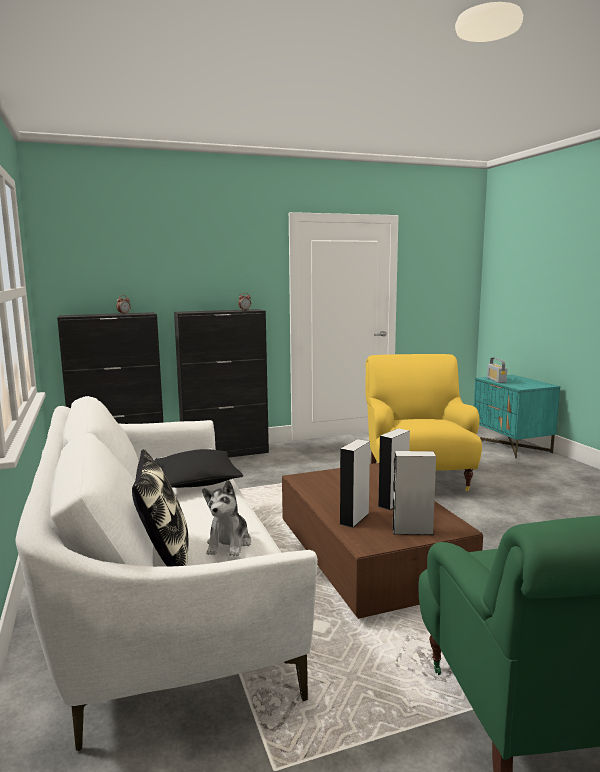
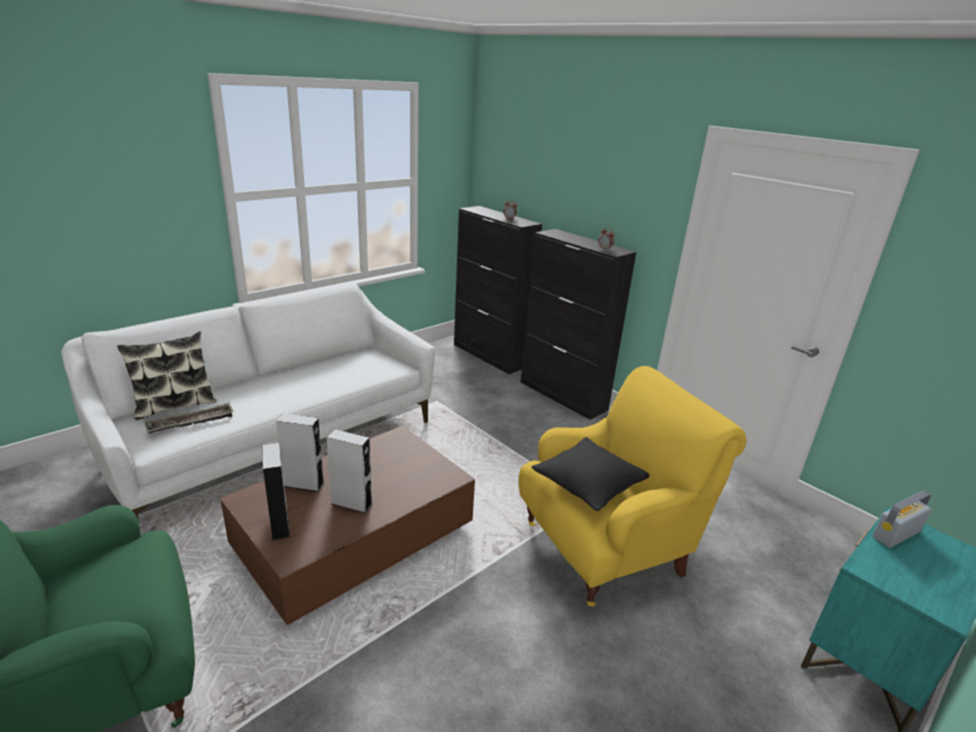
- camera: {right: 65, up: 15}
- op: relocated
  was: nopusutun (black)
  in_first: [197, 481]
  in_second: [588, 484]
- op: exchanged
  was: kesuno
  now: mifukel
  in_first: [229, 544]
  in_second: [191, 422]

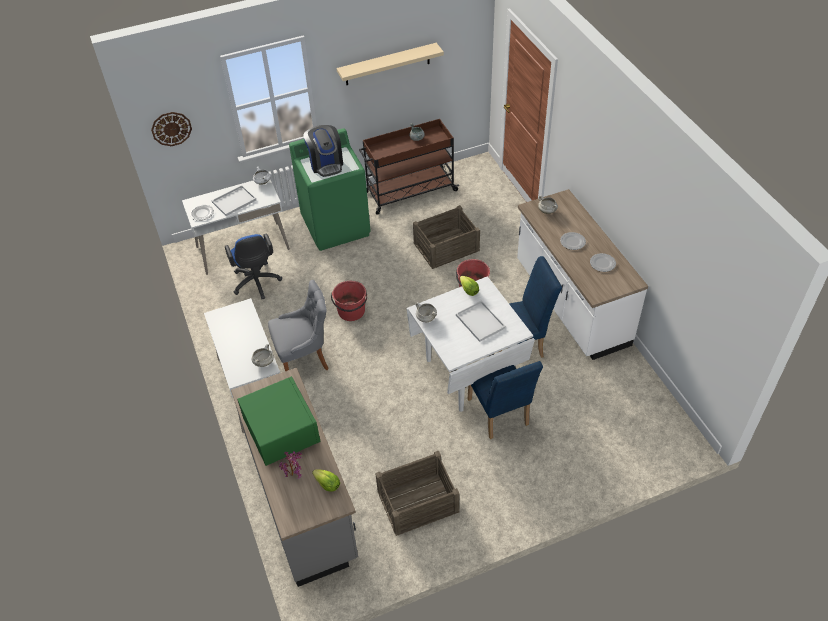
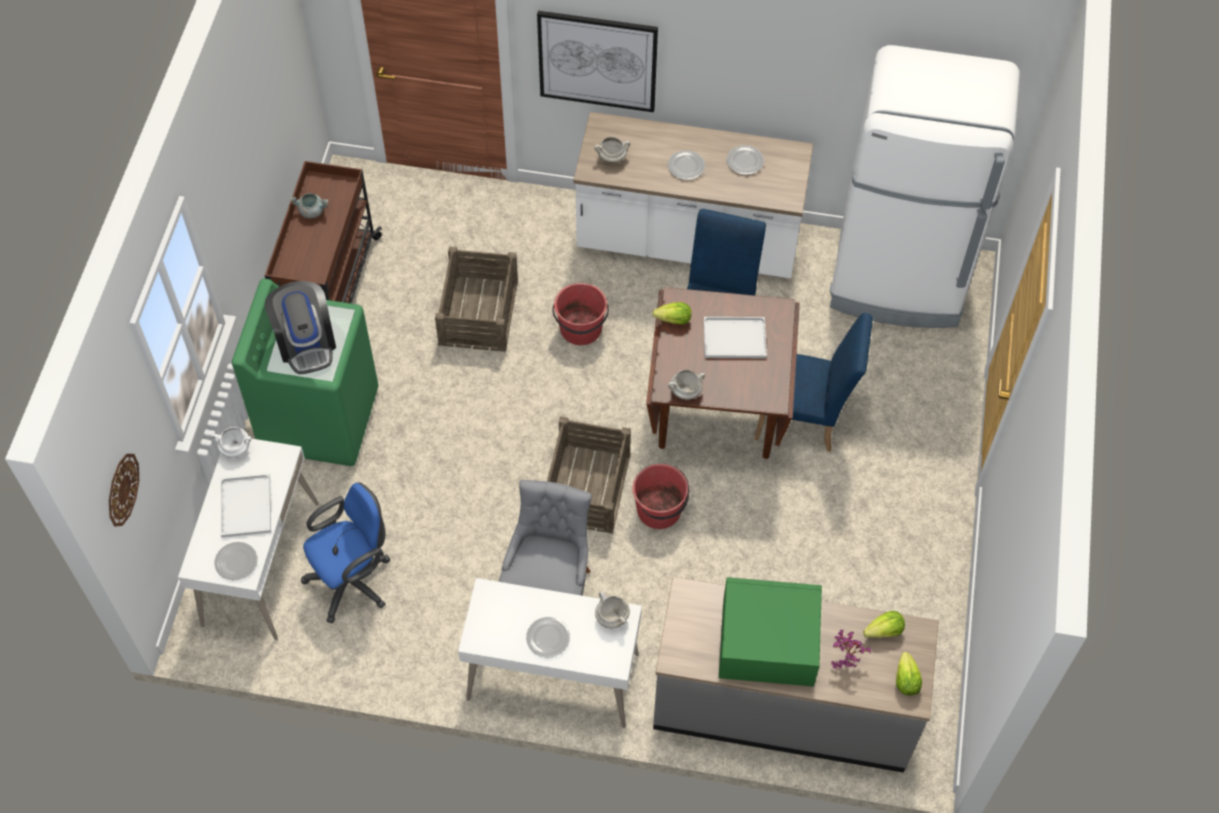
- camera: {right: -60, up: 10}
- op: missing
  was: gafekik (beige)
  in_first: [387, 64]
- op: spun
  was: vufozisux
  in_first: [326, 163]
  in_second: [306, 343]
  clockwise: 60
- op: spun
  was: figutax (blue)
  in_first: [257, 284]
  in_second: [354, 580]
  clockwise: -45
- op: colour
  was: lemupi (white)
  now: lemupi (brown)
  in_first: [467, 374]
  in_second: [716, 417]
- op: relocated
  was: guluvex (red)
  in_first: [351, 311]
  in_second: [659, 510]
- op: relocated
  was: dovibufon
  in_first: [417, 501]
  in_second: [585, 487]
- op: appeared
  now: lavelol
  in_second: [597, 61]
- op: appeared
  now: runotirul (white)
  in_second: [898, 282]
- op: appeared
  now: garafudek
  in_second: [548, 638]
- op: appeared
  now: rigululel
  in_second: [906, 681]

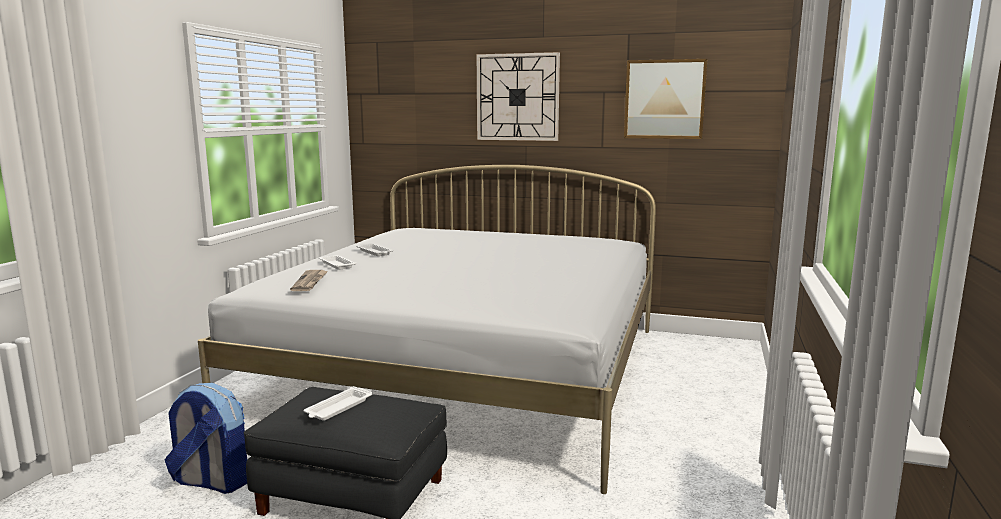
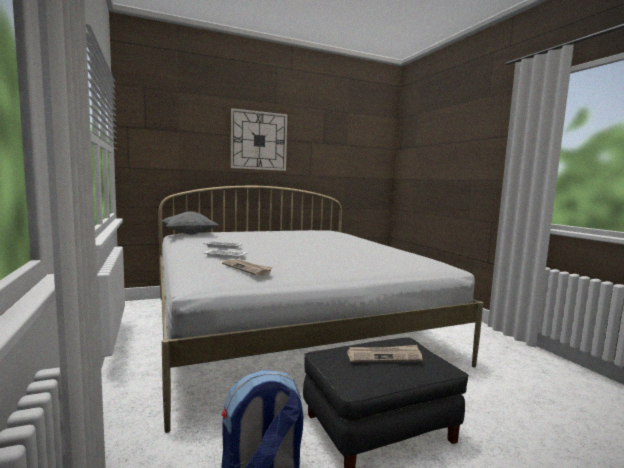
- camera: {right: -40, up: -5}
- op: missing
  was: lavelol
  in_first: [664, 99]
- op: exchanged
  was: mifukel (white)
  now: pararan
  in_first: [338, 408]
  in_second: [384, 356]
- op: appeared
  now: nopusutun (grey)
  in_second: [189, 234]

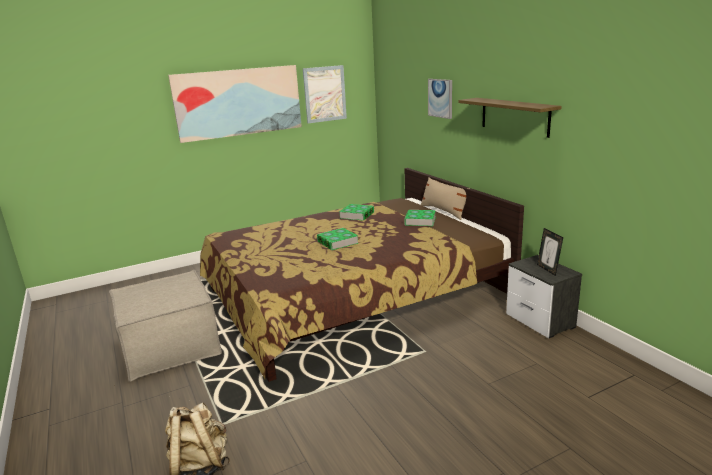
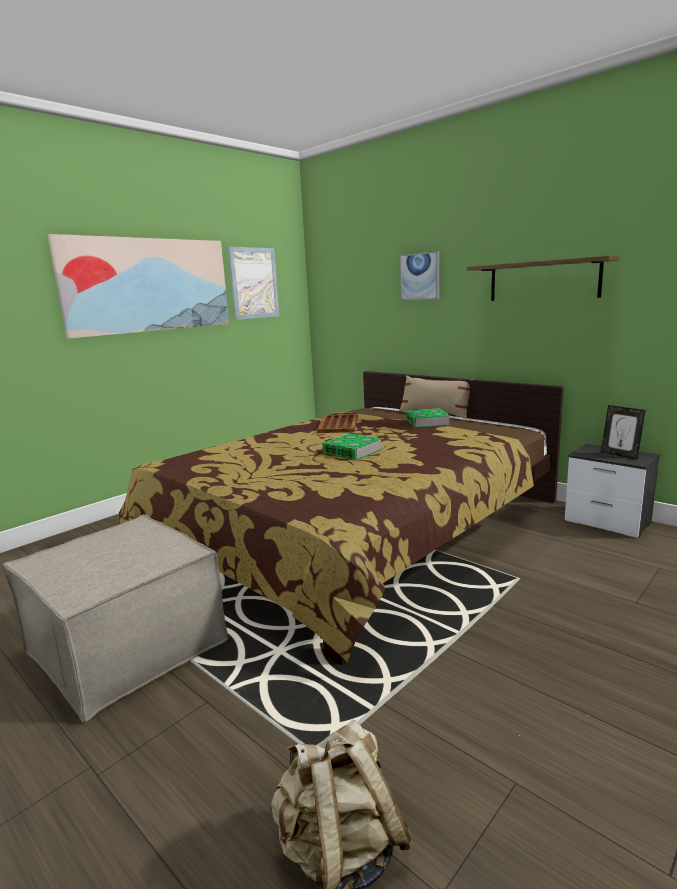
- camera: {right: -20, up: -5}
- op: exchanged
  was: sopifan
  now: mifukel (brown)
  in_first: [357, 215]
  in_second: [338, 424]

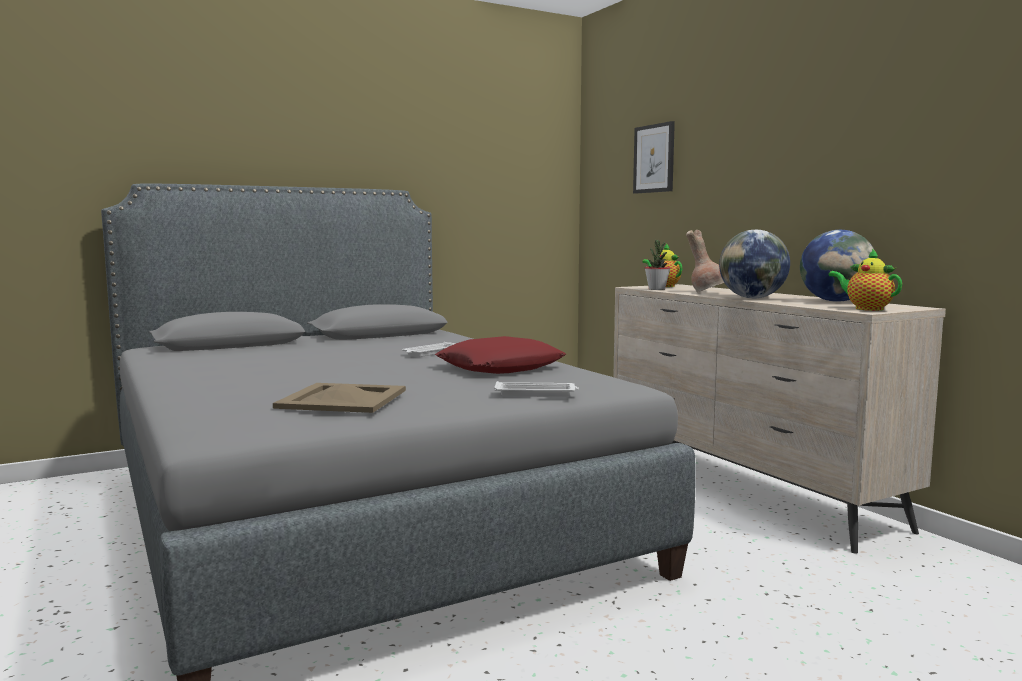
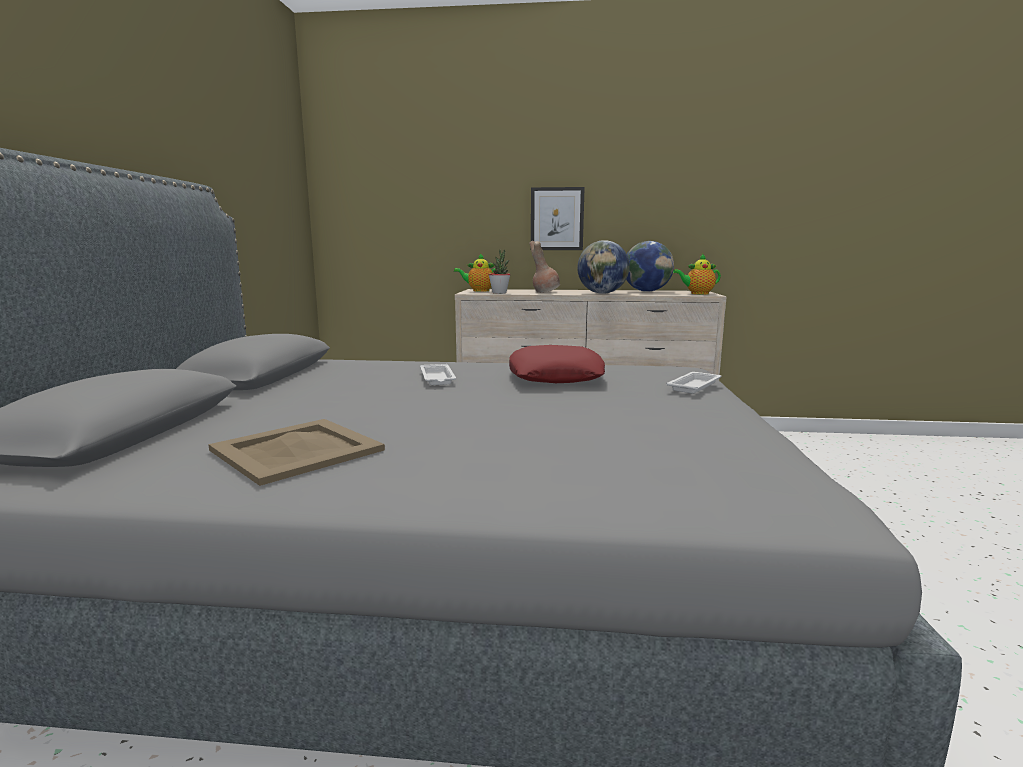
- camera: {right: -55, up: 5}
- op: relocated
  was: lavelol
  in_first: [654, 158]
  in_second: [557, 219]
- op: relocated
  was: mifukel (beige)
  in_first: [343, 399]
  in_second: [298, 450]

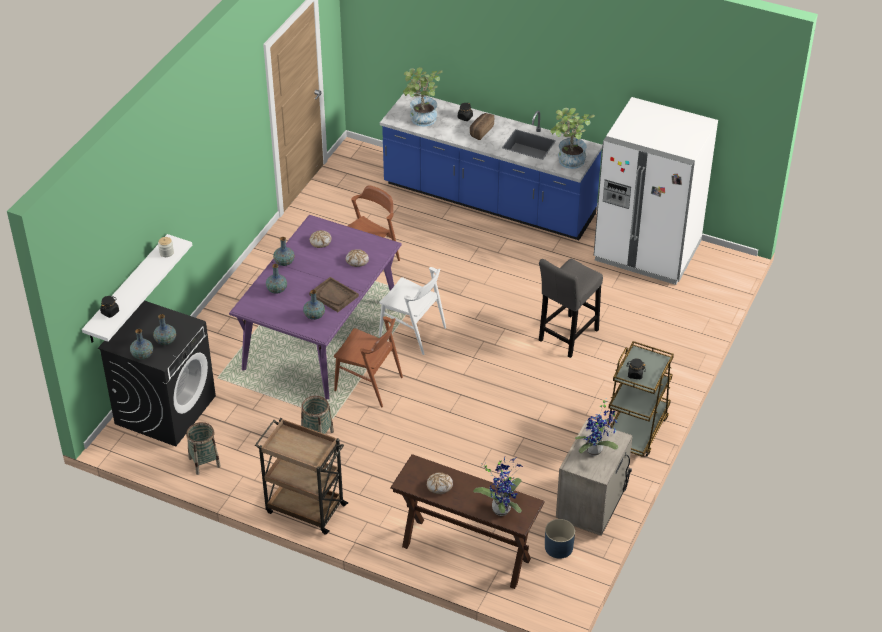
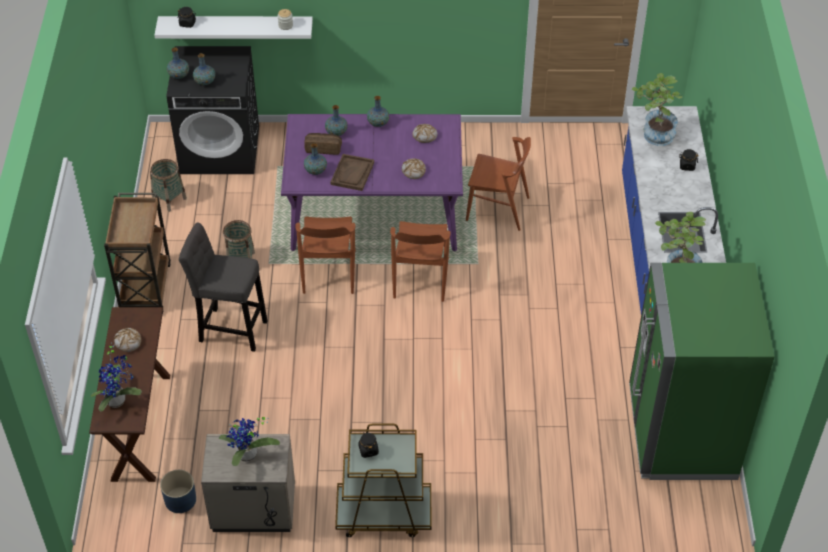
- camera: {right: 65, up: 5}
- op: colour
  was: runotirul (white)
  now: runotirul (green)
  in_first: [647, 252]
  in_second: [681, 433]
- op: relocated
  was: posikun
  in_first: [480, 131]
  in_second: [323, 148]
- op: relocated
  was: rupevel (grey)
  in_first: [567, 337]
  in_second: [229, 329]
- op: colour
  was: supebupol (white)
  now: supebupol (brown)
  in_first: [413, 332]
  in_second: [420, 278]

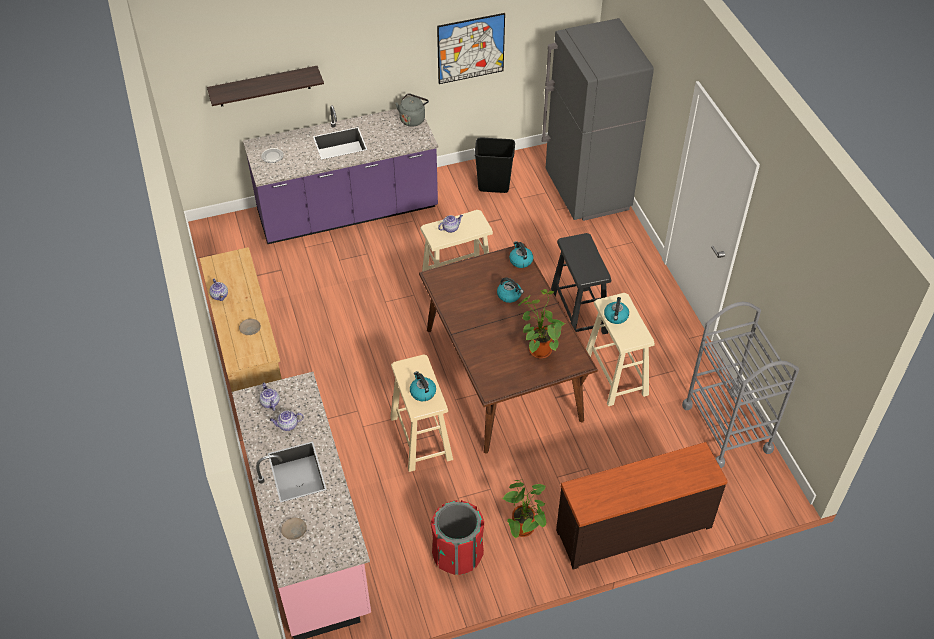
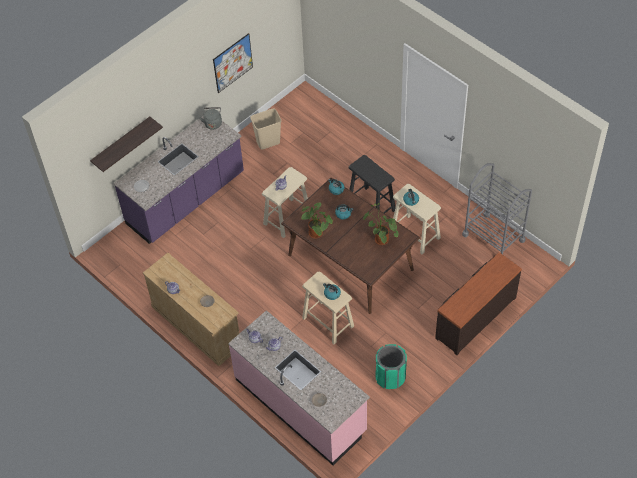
- camera: {right: -25, up: 5}
- op: missing
  was: runotirul (grey)
  in_first: [587, 192]
- op: colour
  was: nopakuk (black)
  now: nopakuk (beige)
  in_first: [494, 186]
  in_second: [268, 142]
- op: relocated
  was: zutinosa
  in_first: [524, 530]
  in_second: [317, 234]
- op: colour
  was: nopakuk (red)
  now: nopakuk (green)
  in_first: [458, 554]
  in_second: [390, 376]

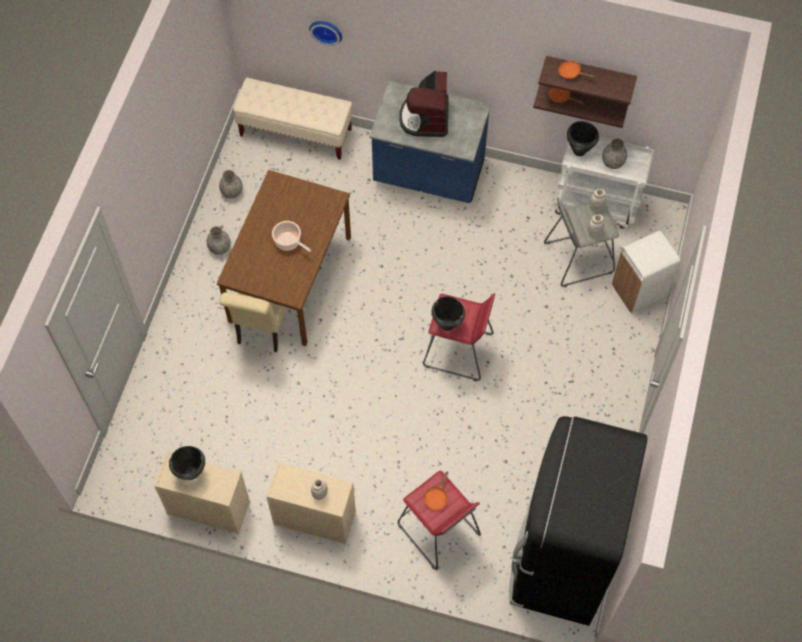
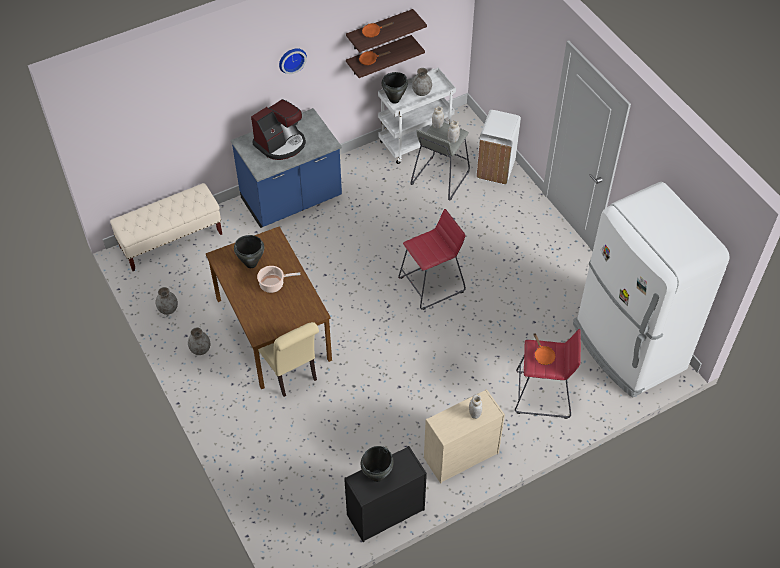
- camera: {right: -45, up: -10}
- op: relocated
  was: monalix
  in_first: [326, 30]
  in_second: [291, 59]
- op: spun
  was: vufozisux
  in_first: [425, 117]
  in_second: [281, 144]
  clockwise: -90
- op: relocated
  was: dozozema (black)
  in_first: [447, 324]
  in_second: [251, 263]
- op: colour
  was: runotirul (black)
  now: runotirul (white)
  in_first: [559, 558]
  in_second: [627, 347]
- op: colour
  was: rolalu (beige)
  now: rolalu (black)
  in_first: [207, 508]
  in_second: [384, 513]

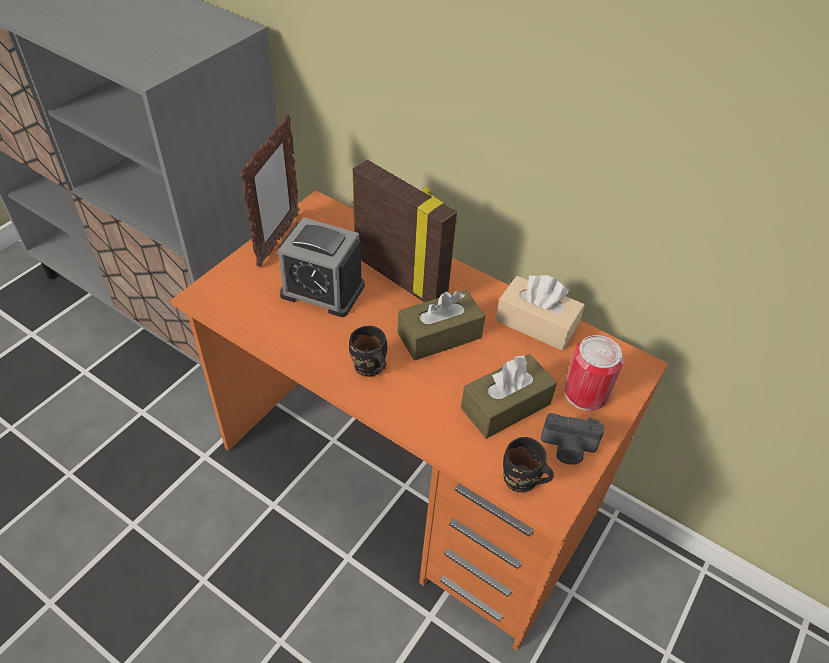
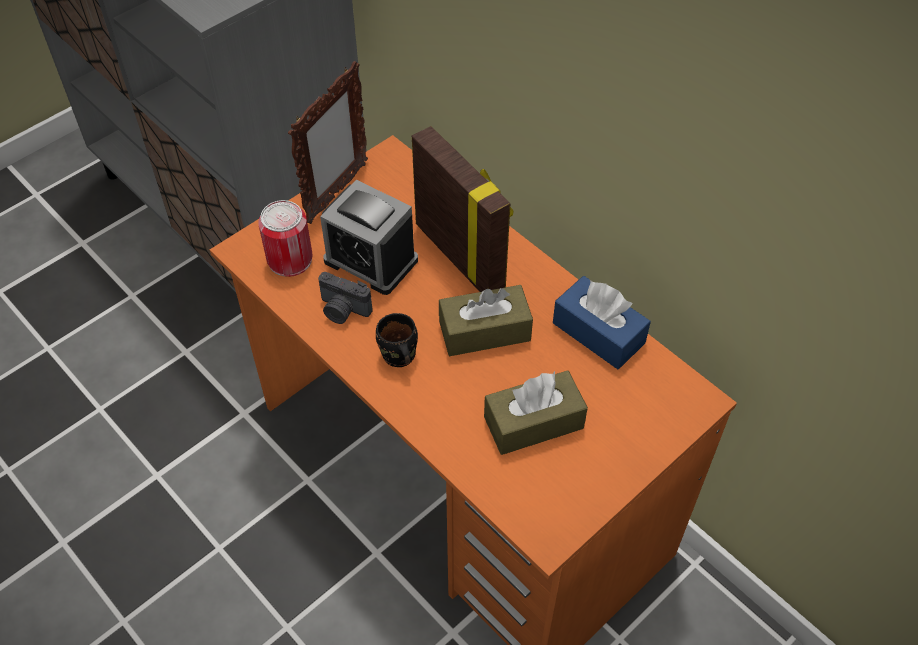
- camera: {right: 15, up: 5}
- op: colour
  was: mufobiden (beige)
  now: mufobiden (blue)
  in_first: [536, 323]
  in_second: [598, 333]
- op: relocated
  was: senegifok
  in_first: [585, 392]
  in_second: [290, 259]
- op: relocated
  was: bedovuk
  in_first: [567, 449]
  in_second: [343, 310]
- op: missing
  was: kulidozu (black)
  in_first: [521, 482]

